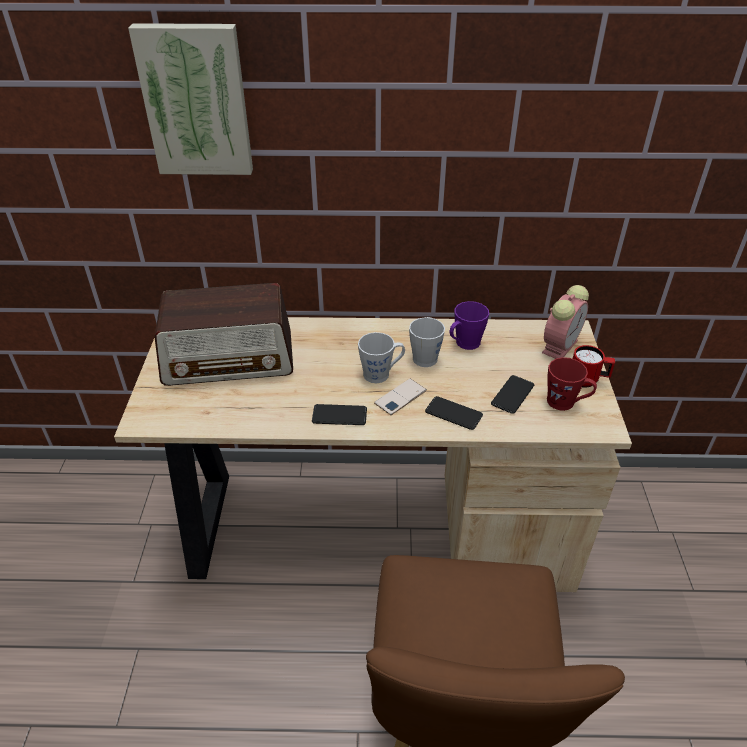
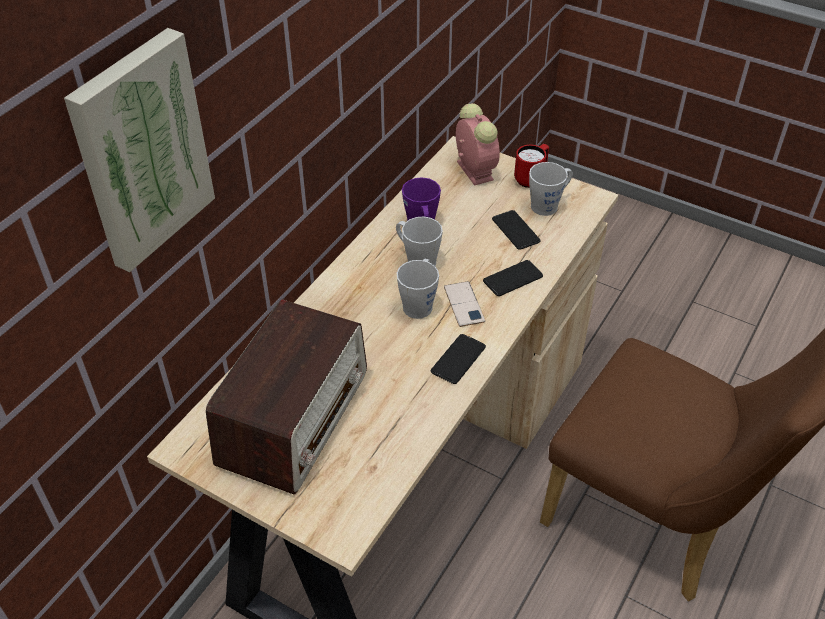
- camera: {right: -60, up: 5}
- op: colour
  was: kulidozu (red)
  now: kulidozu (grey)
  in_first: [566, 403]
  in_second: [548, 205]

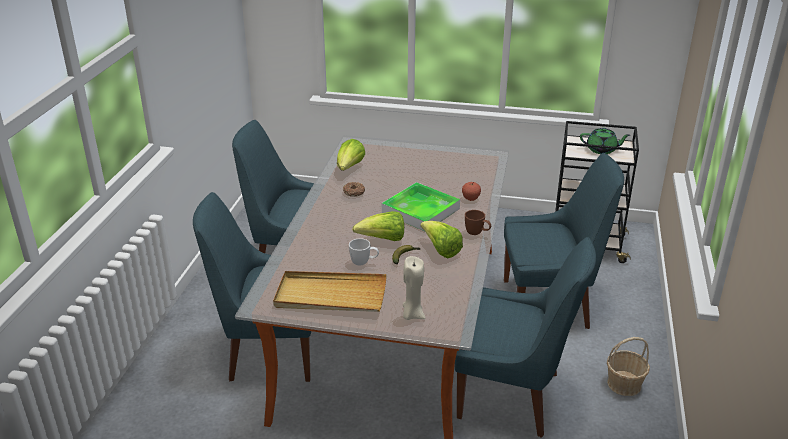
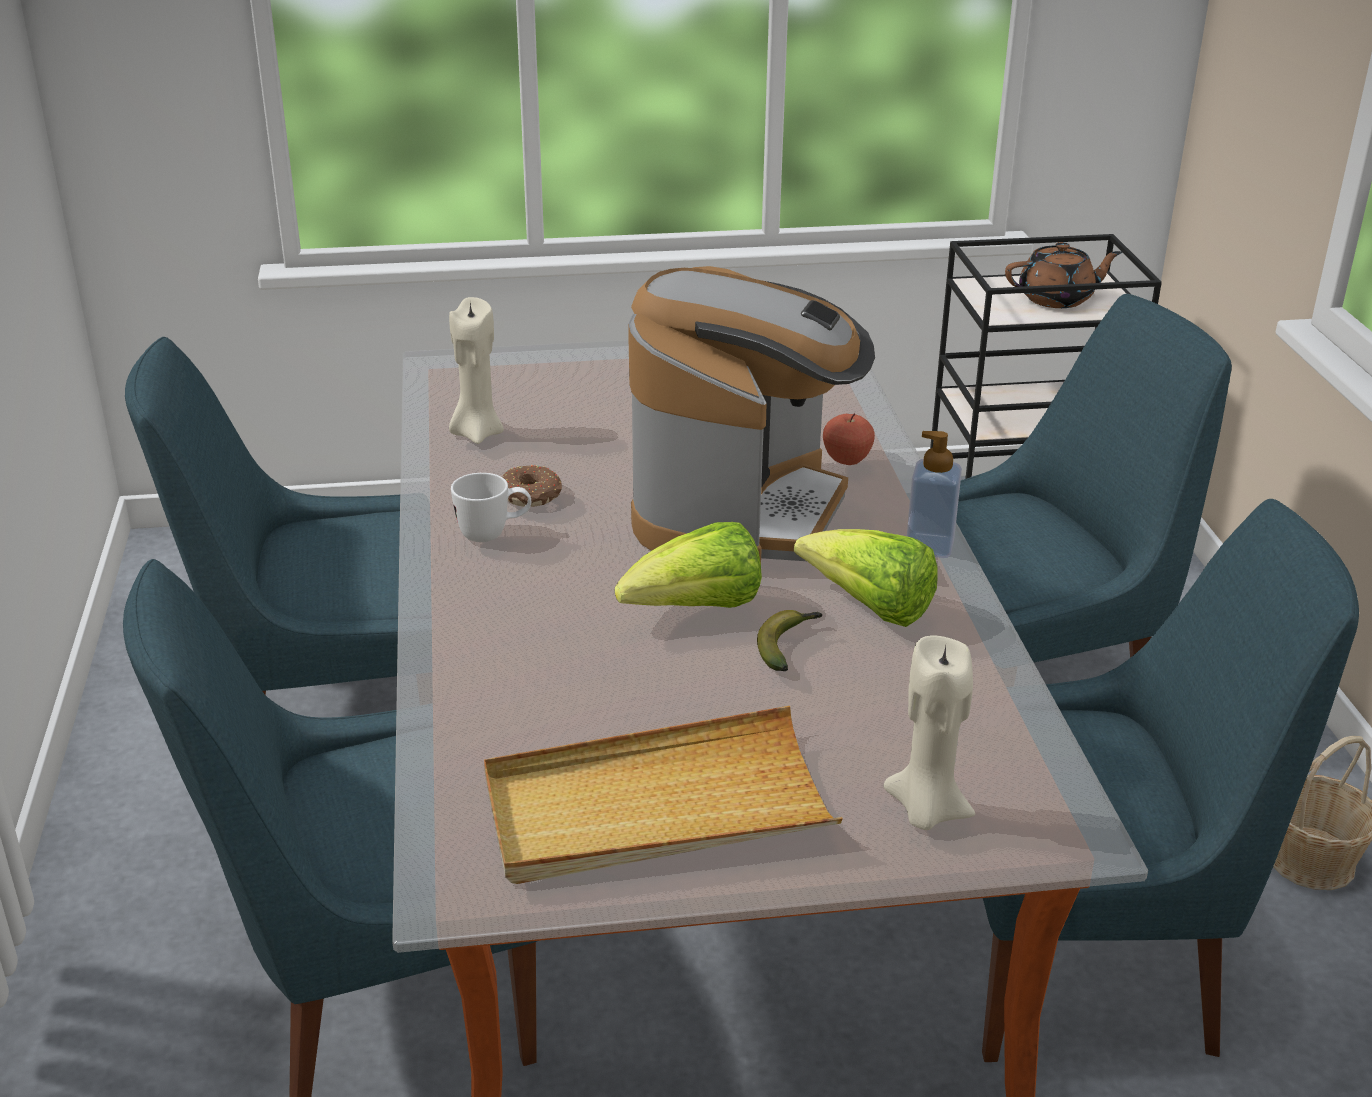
- camera: {right: -20, up: 0}
- op: colour
  was: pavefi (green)
  now: pavefi (brown)
  in_first: [602, 150]
  in_second: [1057, 299]
- op: exchanged
  was: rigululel
  now: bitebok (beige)
  in_first: [349, 168]
  in_second: [476, 433]
- op: exchanged
  was: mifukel
  now: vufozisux
  in_first: [420, 210]
  in_second: [742, 512]
- op: exchanged
  was: kulidozu (brown)
  now: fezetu
  in_first: [477, 233]
  in_second: [929, 546]
- op: relocated
  was: kulidozu (white)
  in_first: [364, 262]
  in_second: [493, 534]

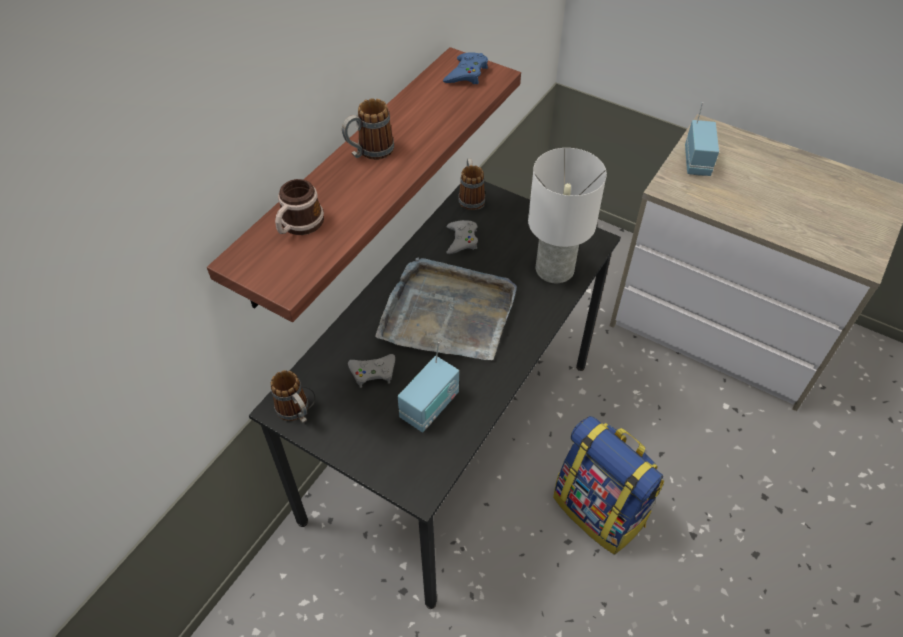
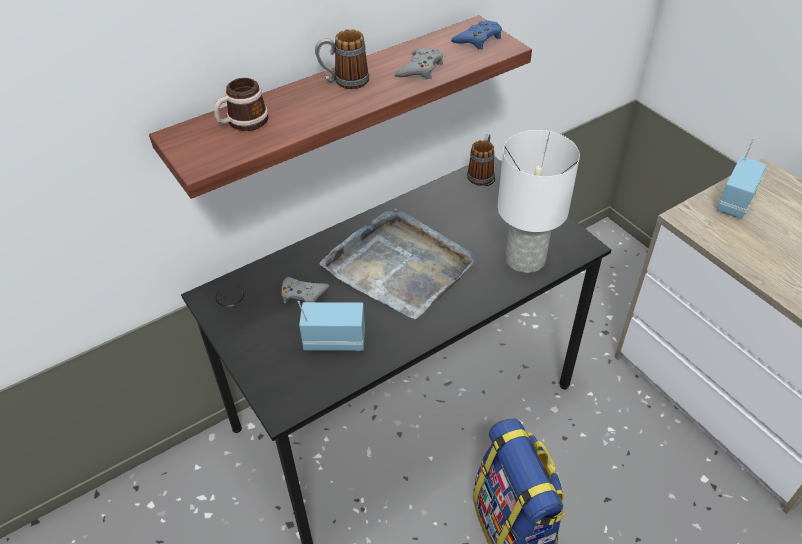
- camera: {right: 25, up: -5}
- op: relocated
  was: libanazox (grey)
  in_first: [461, 240]
  in_second: [420, 69]
- op: spun
  was: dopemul
  in_first: [430, 407]
  in_second: [335, 340]
  clockwise: -150
- op: missing
  was: kulidozu
  in_first: [296, 413]

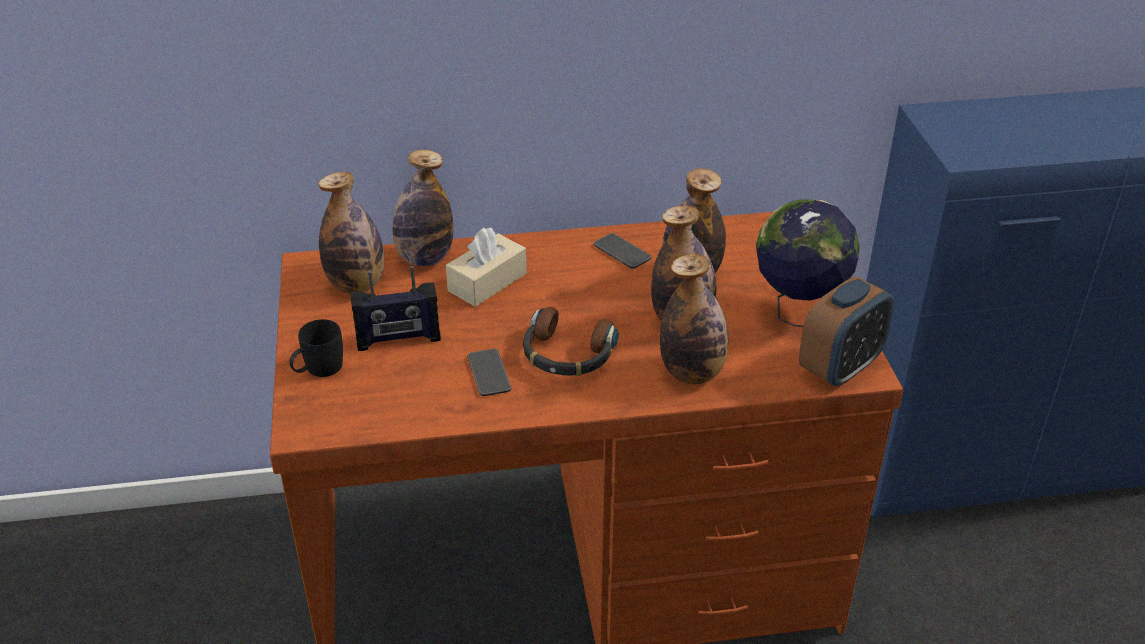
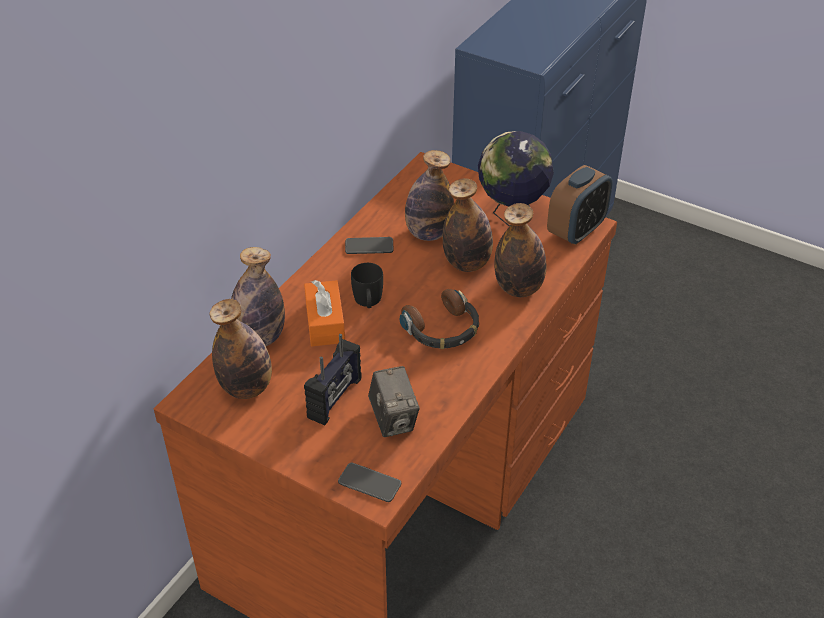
- camera: {right: -50, up: 5}
- op: colour
  was: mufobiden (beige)
  now: mufobiden (orange)
  in_first: [487, 282]
  in_second: [325, 323]
- op: spun
  was: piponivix
  in_first: [840, 368]
  in_second: [576, 231]
  clockwise: 45
- op: relocated
  was: kulidozu (black)
  in_first: [318, 370]
  in_second: [368, 302]
- op: relocated
  was: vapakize
  in_first: [489, 373]
  in_second: [369, 483]
- op: appeared
  now: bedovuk
  in_second: [393, 419]

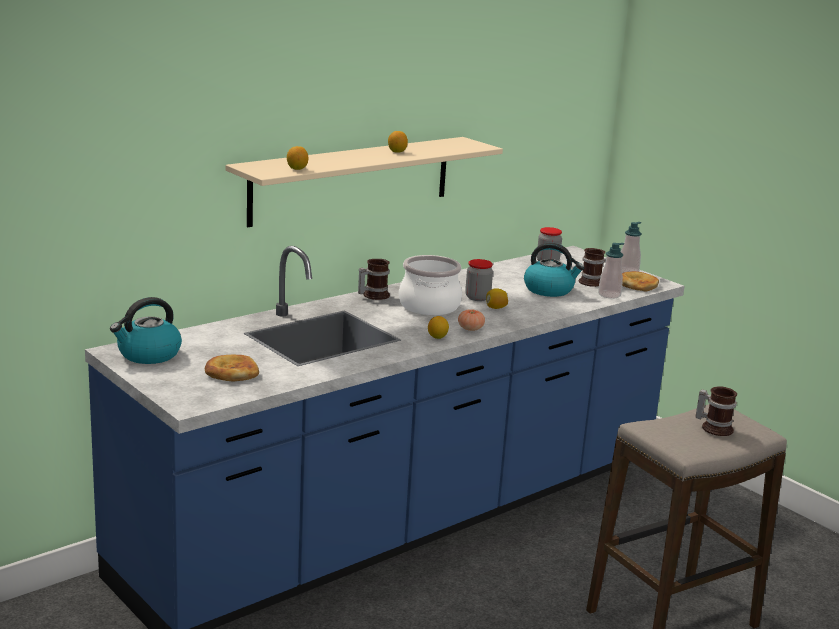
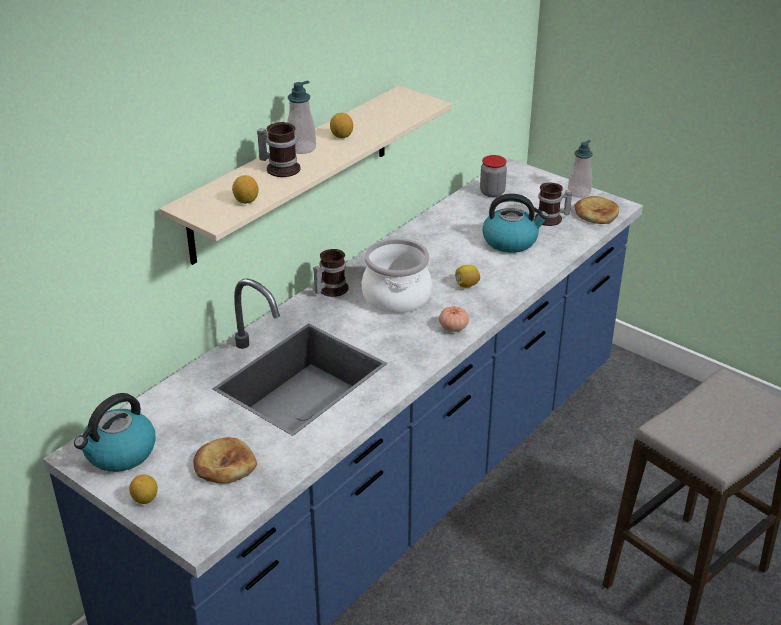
- camera: {right: -10, up: 15}
- op: relocated
  was: fezetu
  in_first: [609, 295]
  in_second: [301, 148]
- op: missing
  was: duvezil
  in_first: [477, 297]
- op: relocated
  was: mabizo
  in_first: [437, 337]
  in_second: [145, 499]
- op: relocated
  was: kulidozu
  in_first: [714, 427]
  in_second: [281, 167]

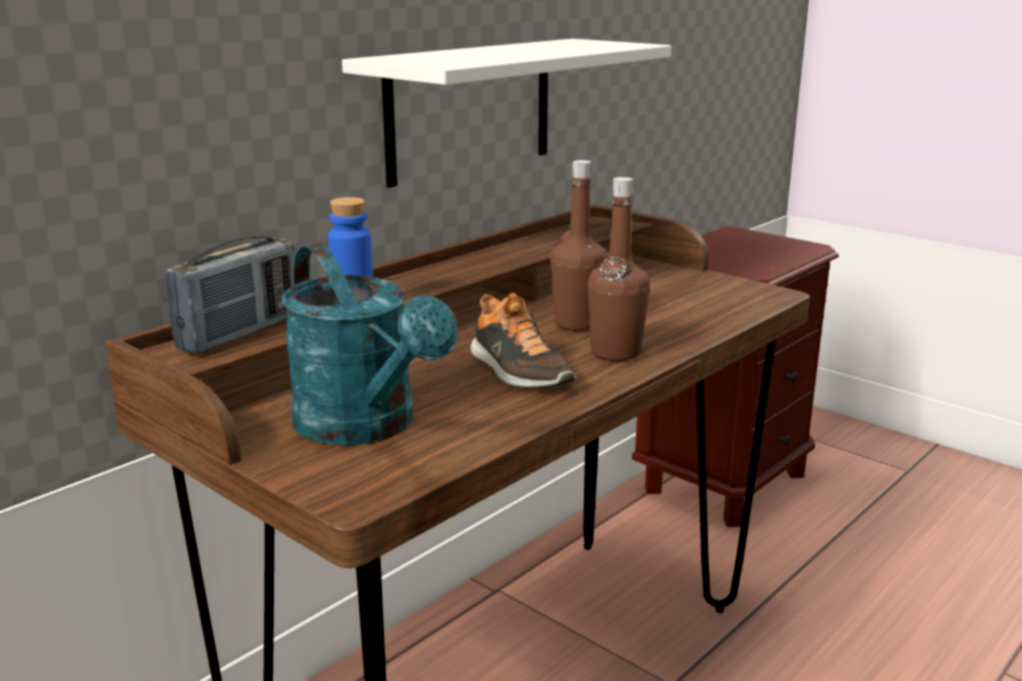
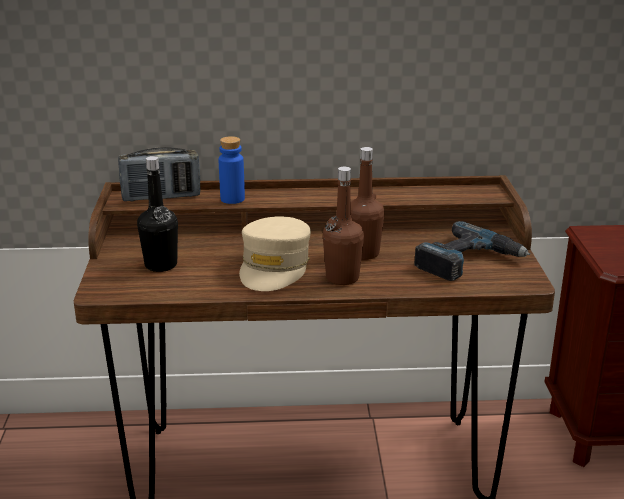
- camera: {right: 45, up: 5}
- op: missing
  was: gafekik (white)
  in_first: [470, 109]
- op: exchanged
  was: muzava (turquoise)
  now: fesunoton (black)
  in_first: [366, 427]
  in_second: [161, 265]
- op: exchanged
  was: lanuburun
  now: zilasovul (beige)
  in_first: [518, 371]
  in_second: [274, 267]
- op: appeared
  now: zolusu
  in_second: [468, 262]

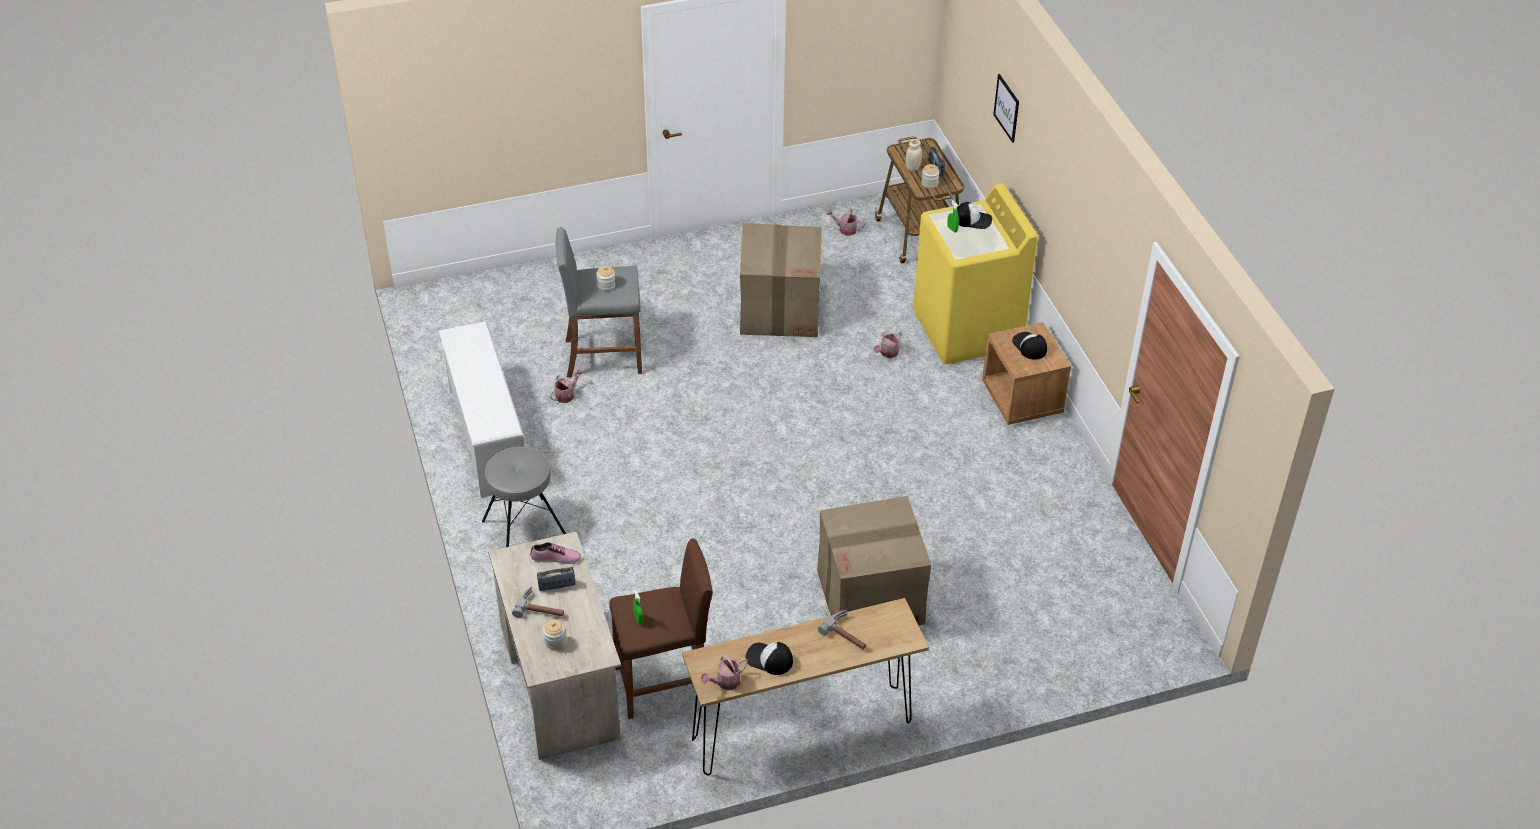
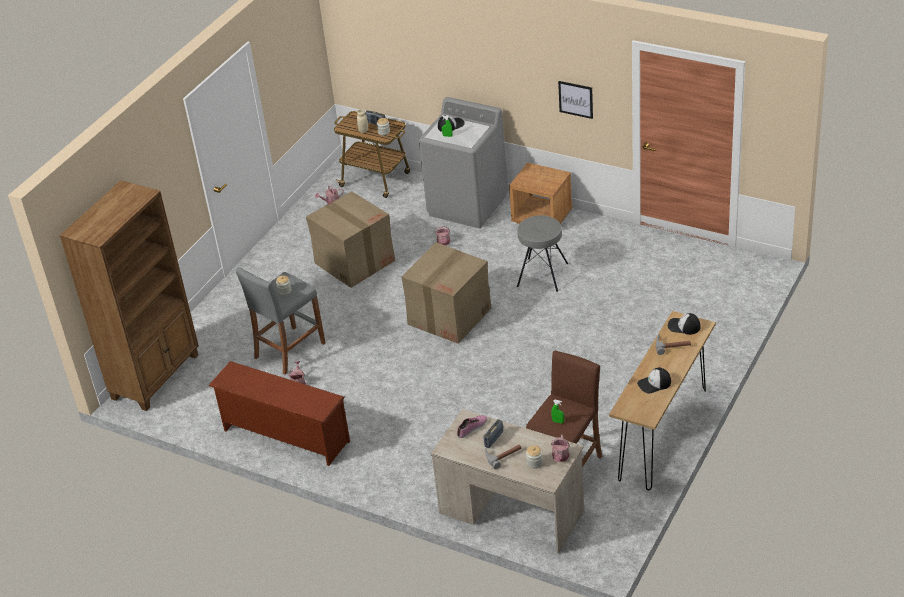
- camera: {right: -40, up: -5}
- op: relocated
  was: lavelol
  in_first: [1006, 108]
  in_second: [575, 99]
- op: colour
  was: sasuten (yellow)
  now: sasuten (grey)
  in_first: [967, 330]
  in_second: [468, 205]
- op: colour
  was: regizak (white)
  now: regizak (brown)
  in_first: [486, 438]
  in_second: [284, 436]
- op: relocated
  was: zilasovul
  in_first: [1029, 346]
  in_second: [683, 326]
- op: relocated
  was: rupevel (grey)
  in_first: [524, 528]
  in_second: [542, 275]
- op: relocated
  was: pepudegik
  in_first: [871, 597]
  in_second: [450, 316]
- op: relocated
  was: muzava
  in_first: [725, 682]
  in_second: [560, 458]
- op: appeared
  now: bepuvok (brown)
  in_second: [156, 376]

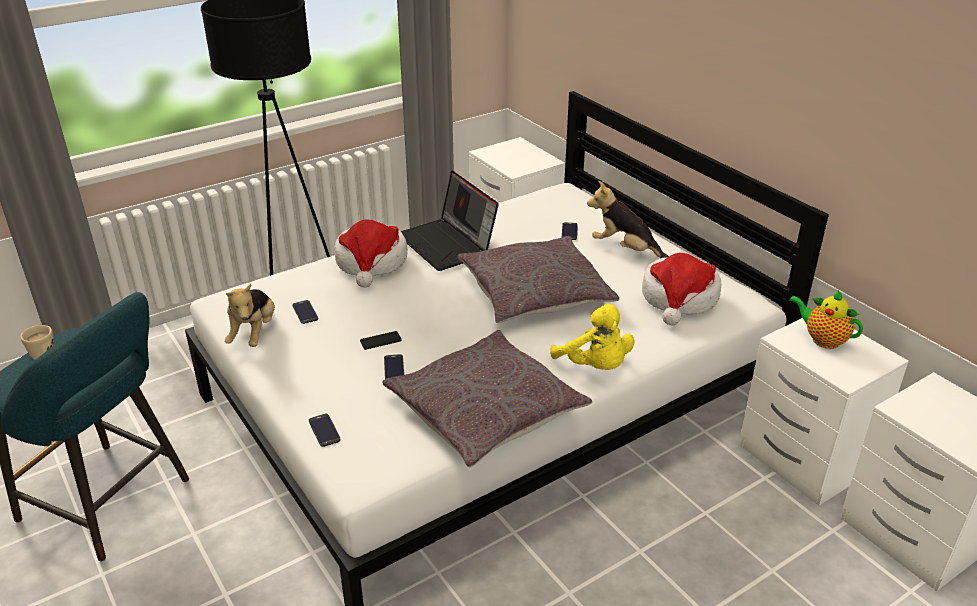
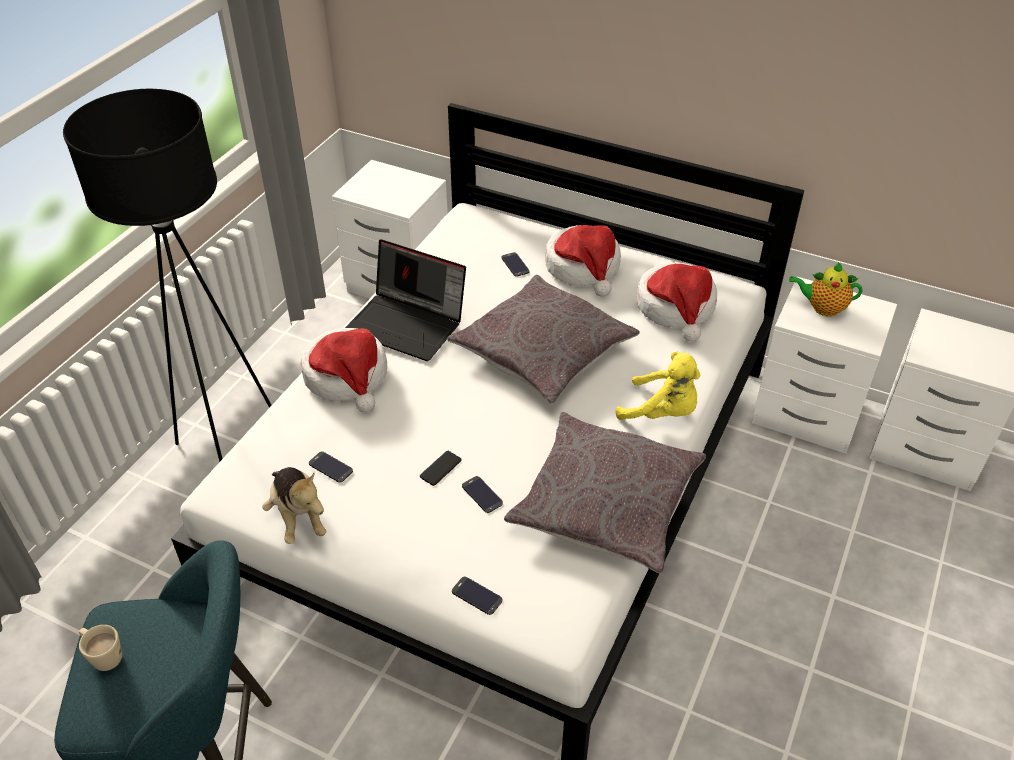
- camera: {right: -30, up: 10}
- op: exchanged
  was: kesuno
  now: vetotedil
  in_first: [625, 249]
  in_second: [583, 268]

